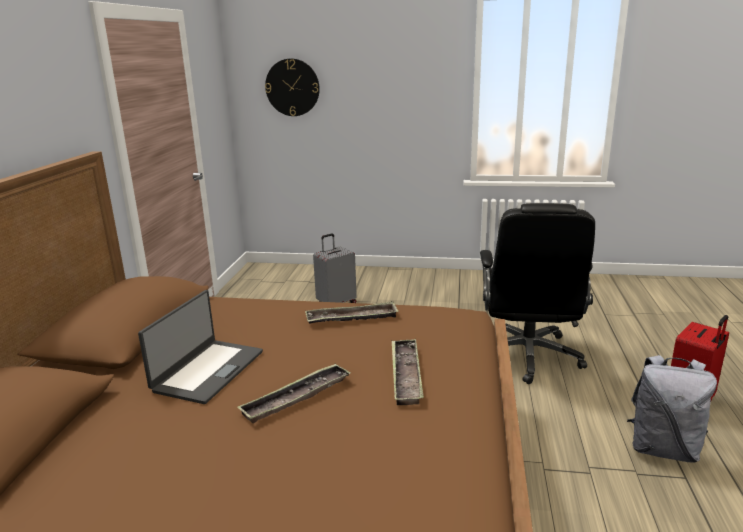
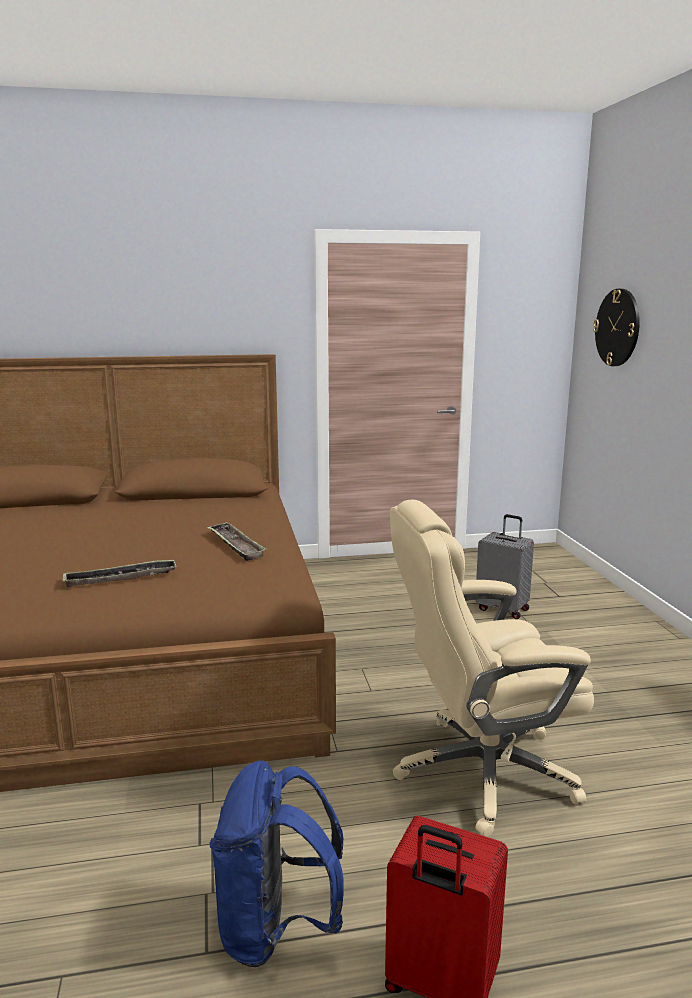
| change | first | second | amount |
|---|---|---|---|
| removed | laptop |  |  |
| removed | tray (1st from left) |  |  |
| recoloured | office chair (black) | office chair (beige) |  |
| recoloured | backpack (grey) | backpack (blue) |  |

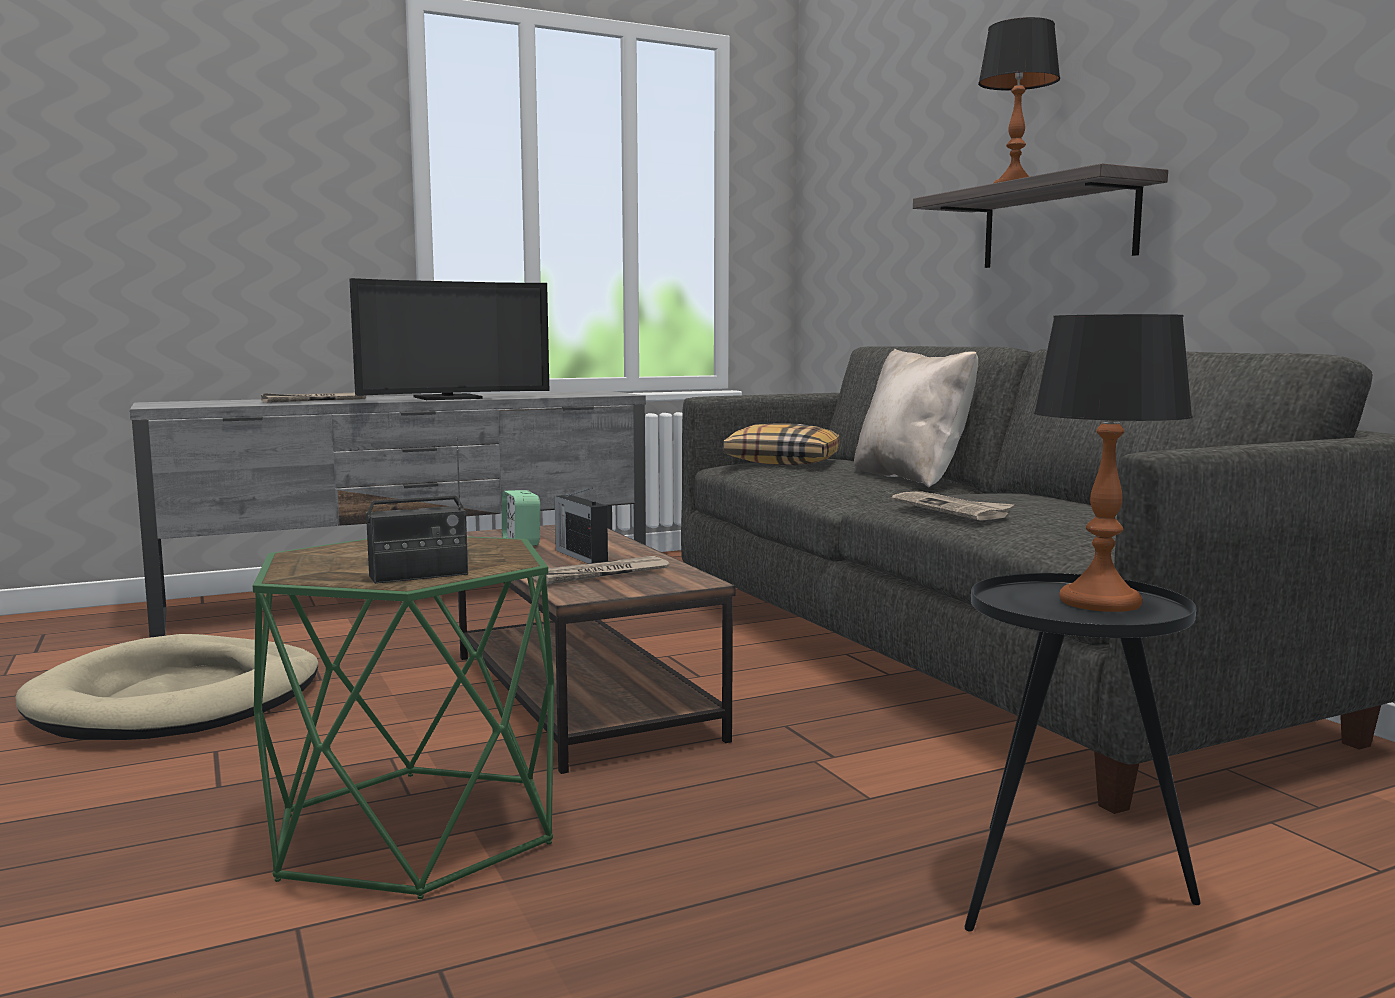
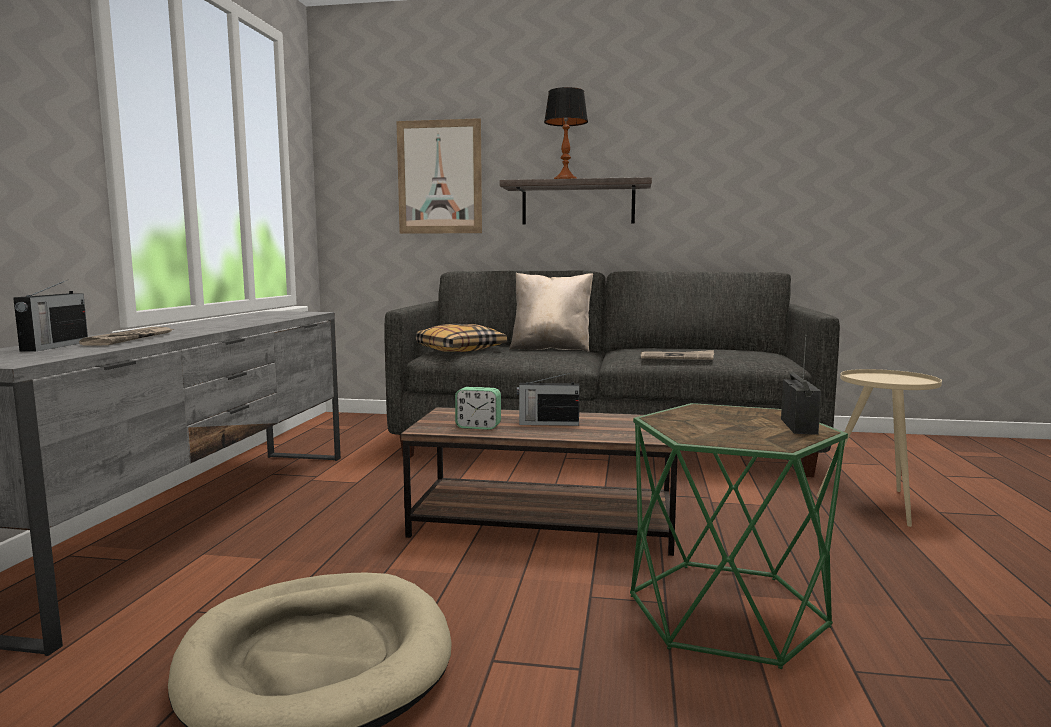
| change | first | second | amount |
|---|---|---|---|
| removed | television |  |  |
| removed | newspaper (2nd from left) |  |  |
| recoloured | side table (black) | side table (beige) |  |
| removed | table lamp (2nd from left) |  |  |
| added |  | radio (1st from left) |  |
| added |  | picture |  |

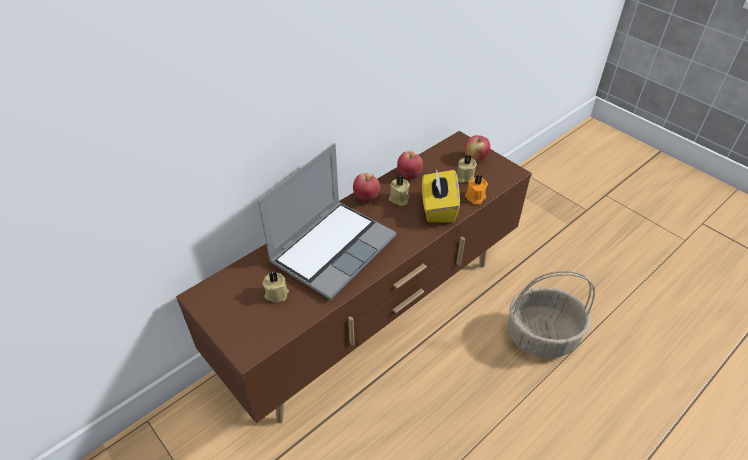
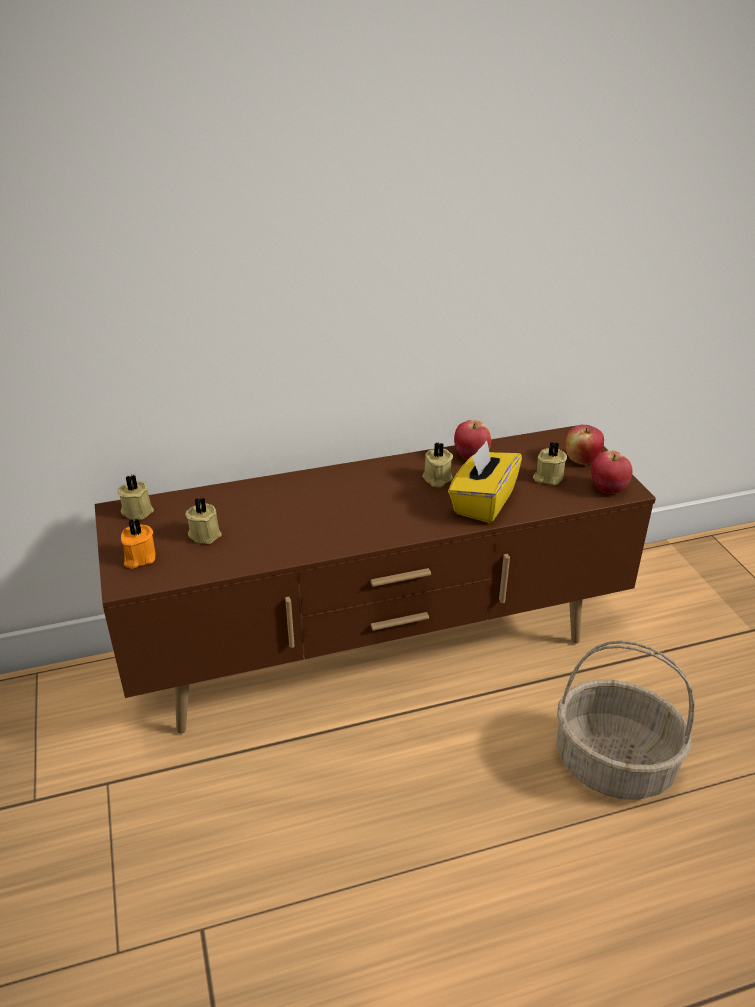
| change | first | second | amount |
|---|---|---|---|
| removed | laptop |  |  |
| moved | apple (1st from left in the first image) | apple (3rd from left) |  |
| moved | candle (orange) |  |  |
| added |  | candle (beige) (1st from left) |  |

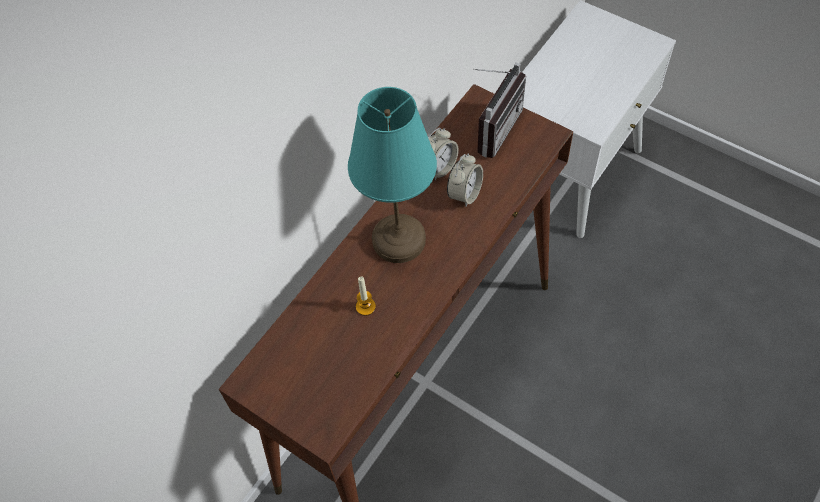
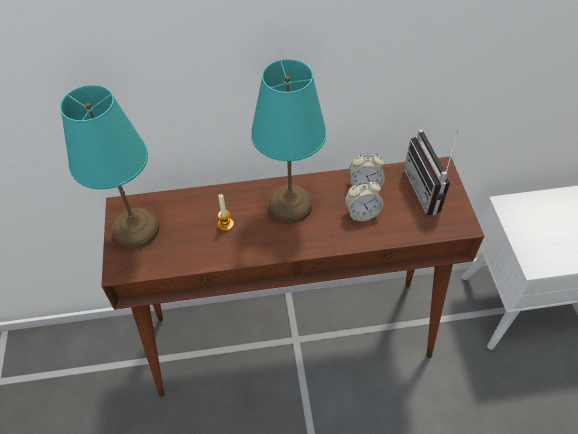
| change | first | second | amount |
|---|---|---|---|
| turned | radio |  | 90 degrees clockwise |
| added |  | table lamp (turquoise) (1st from left) |  |

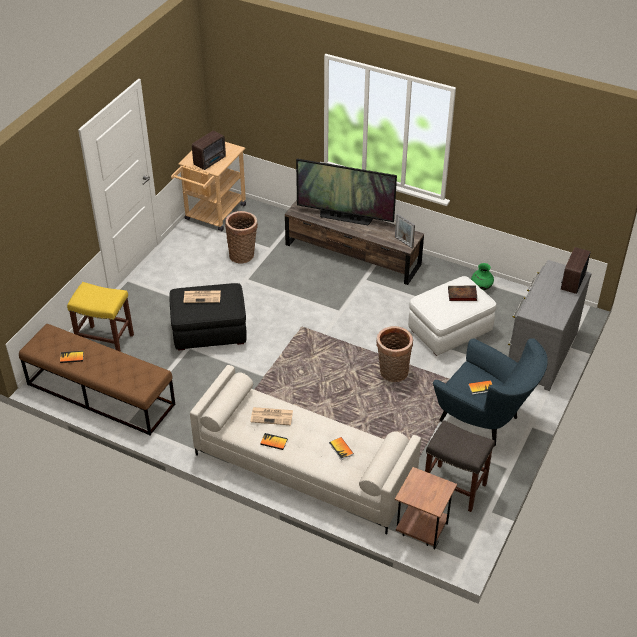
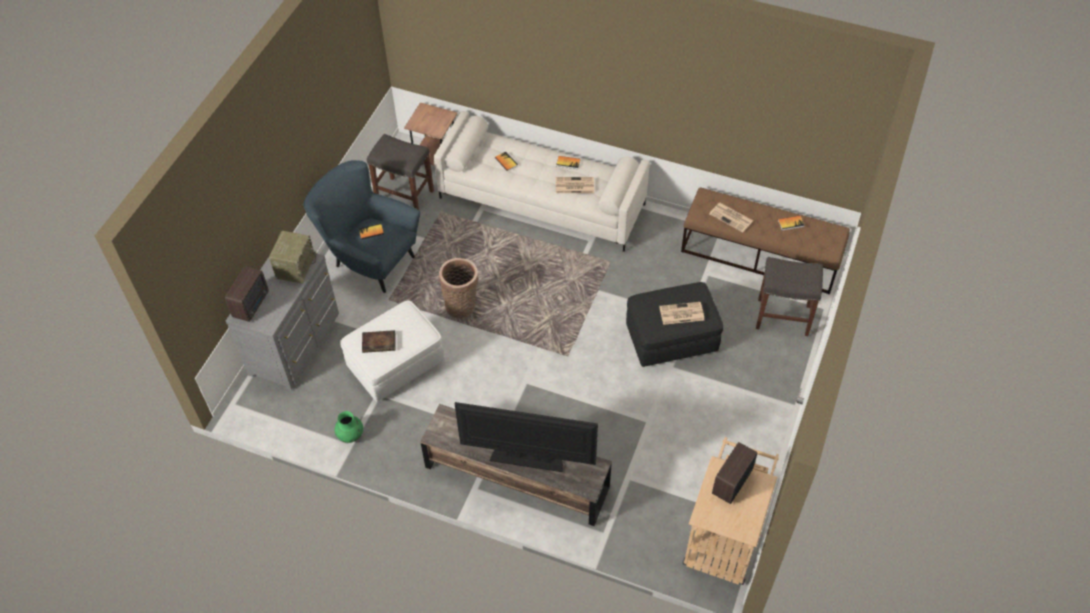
| change | first | second | amount |
|---|---|---|---|
| recoloured | stool (yellow) | stool (grey) (2nd from left) |  |
| removed | basket (1st from left) |  |  |
| removed | picture frame |  |  |
| added |  | radio (2nd from left) |  |
| added |  | newspaper (3rd from left) |  |

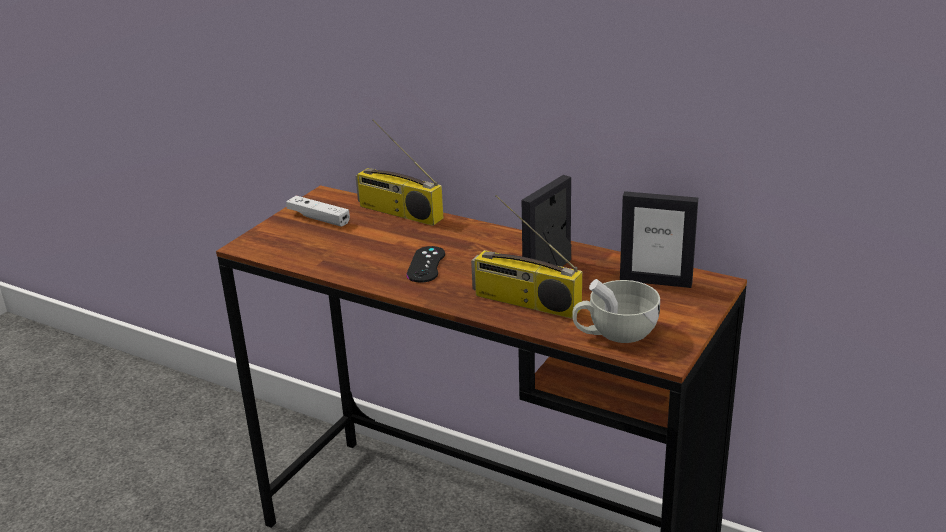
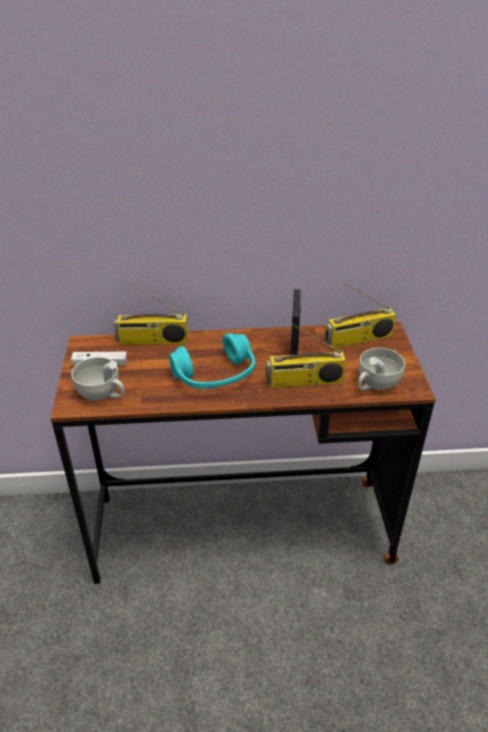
| change | first | second | amount |
|---|---|---|---|
| replaced | game controller (black) | headphones (turquoise) |  |
| replaced | picture frame (2nd from left) | radio (3rd from left) |  |
| added |  | cup (white) (1st from left) |  |

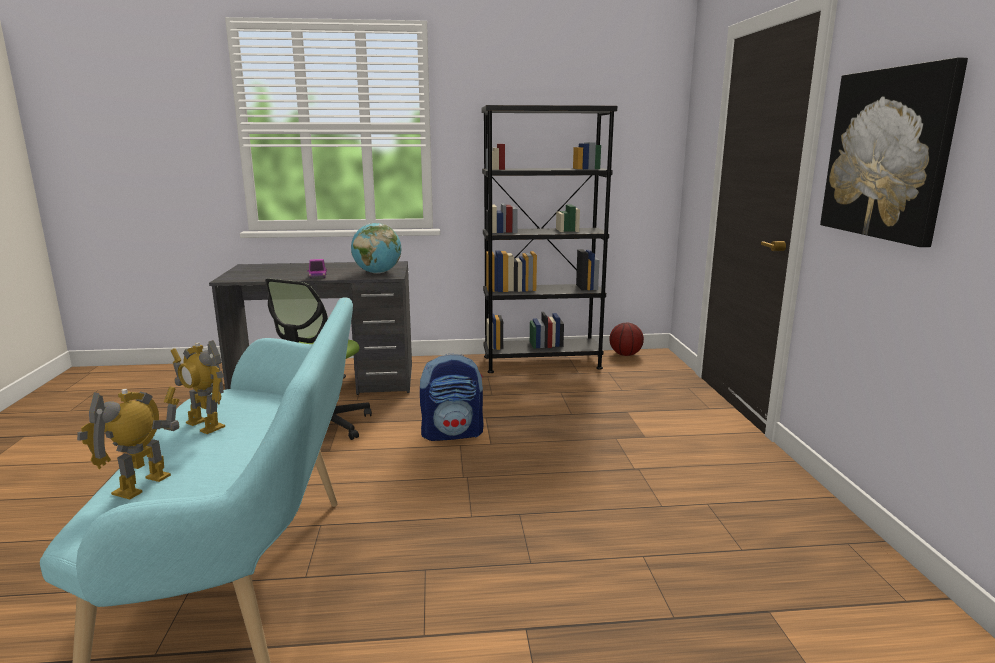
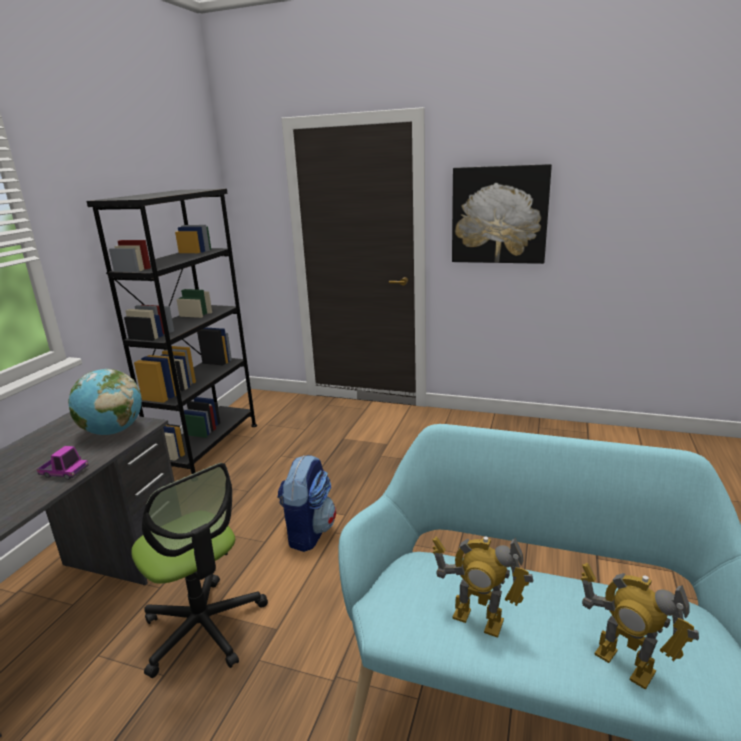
| change | first | second | amount |
|---|---|---|---|
| turned | toy robot (2nd from left in the first image) | toy robot (1st from left) | 60 degrees clockwise |
| removed | basketball |  |  |

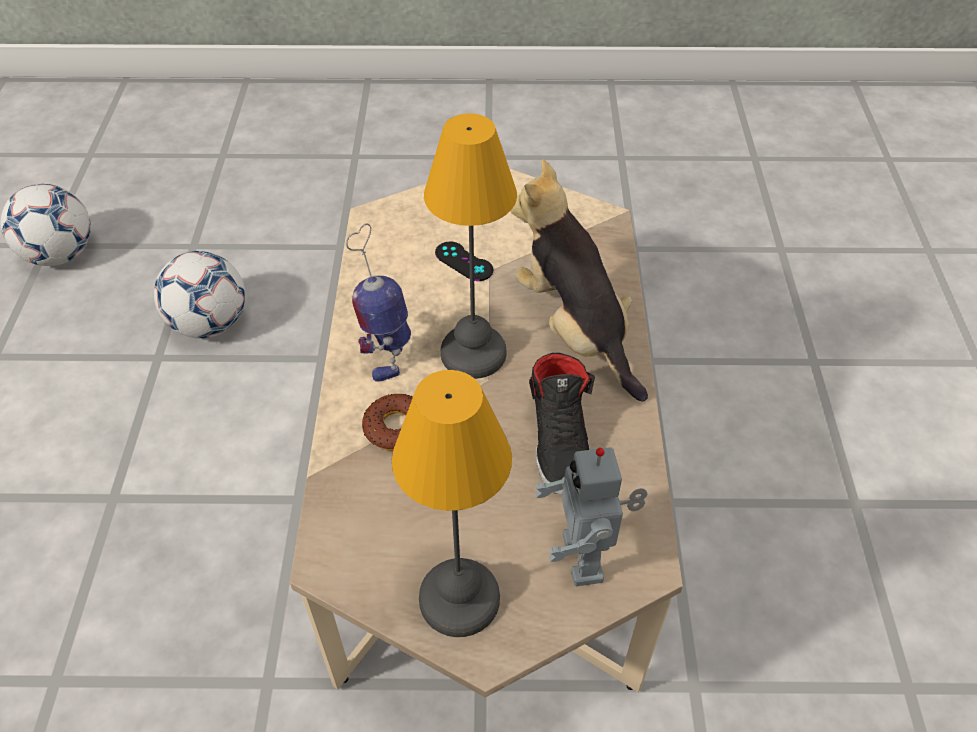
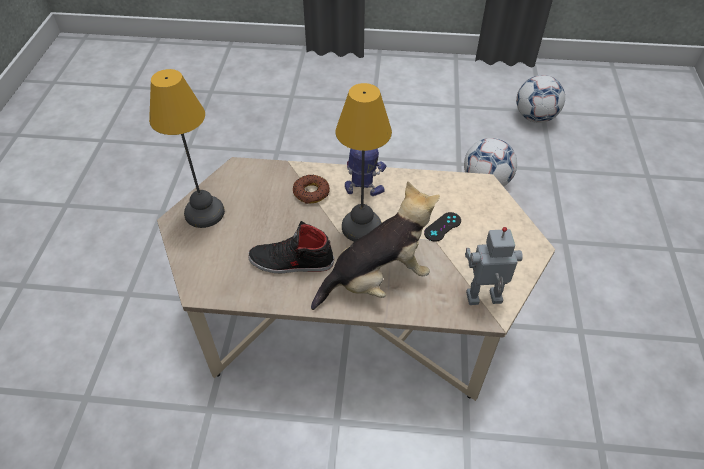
| change | first | second | amount |
|---|---|---|---|
| moved | toy robot (2nd from left) |  |  |

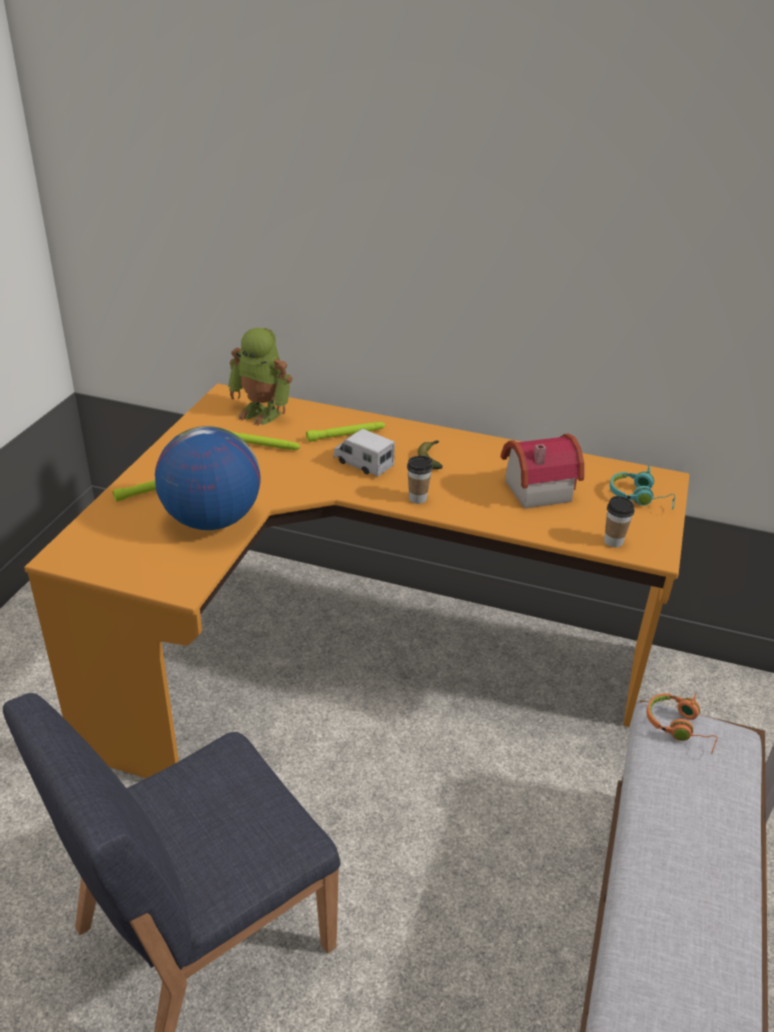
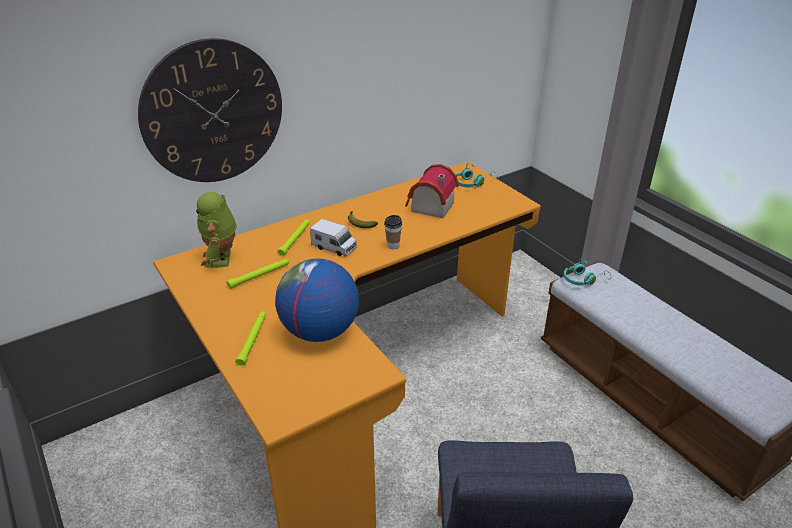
| change | first | second | amount |
|---|---|---|---|
| turned | toy robot |  | 105 degrees clockwise |
| turned | toy truck |  | 135 degrees counterclockwise |
| removed | cup (2nd from left) |  |  |
| recoloured | headphones (orange) | headphones (turquoise) (2nd from left) |  |
| added |  | wall clock |  |

